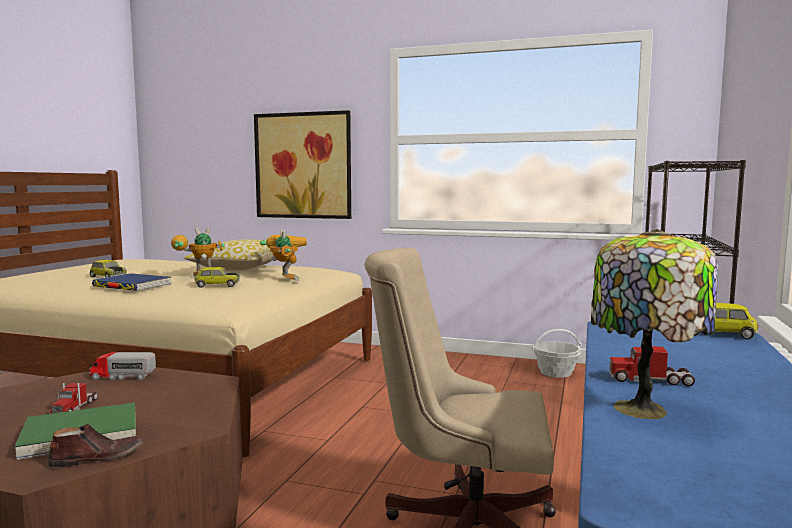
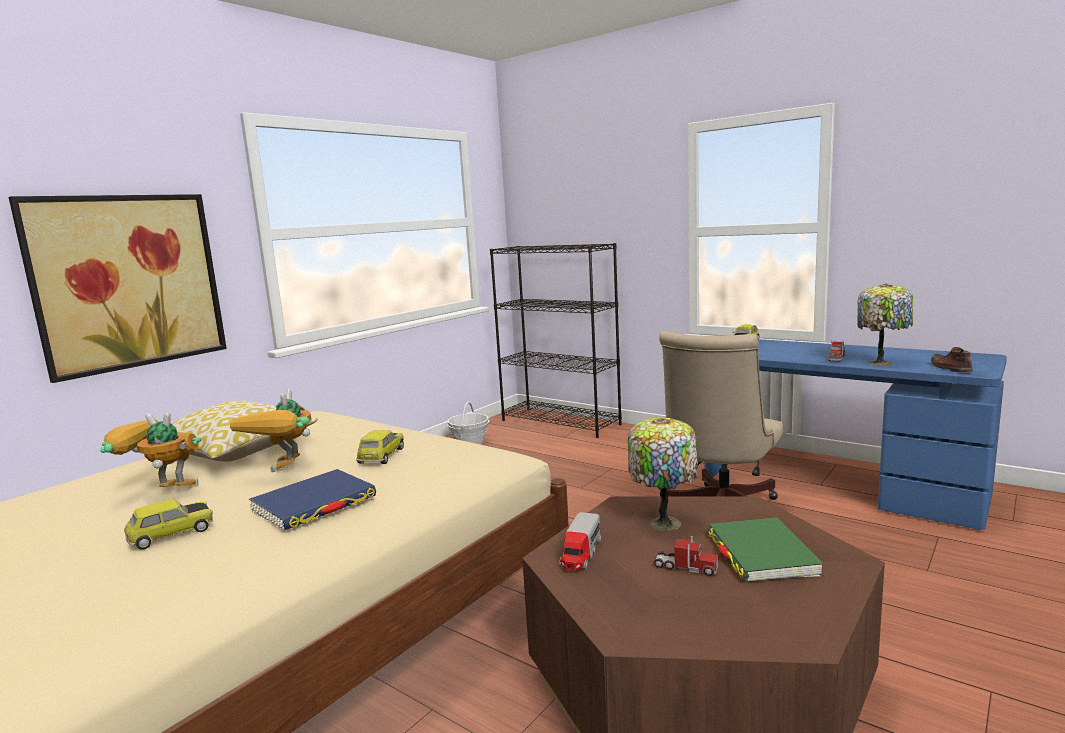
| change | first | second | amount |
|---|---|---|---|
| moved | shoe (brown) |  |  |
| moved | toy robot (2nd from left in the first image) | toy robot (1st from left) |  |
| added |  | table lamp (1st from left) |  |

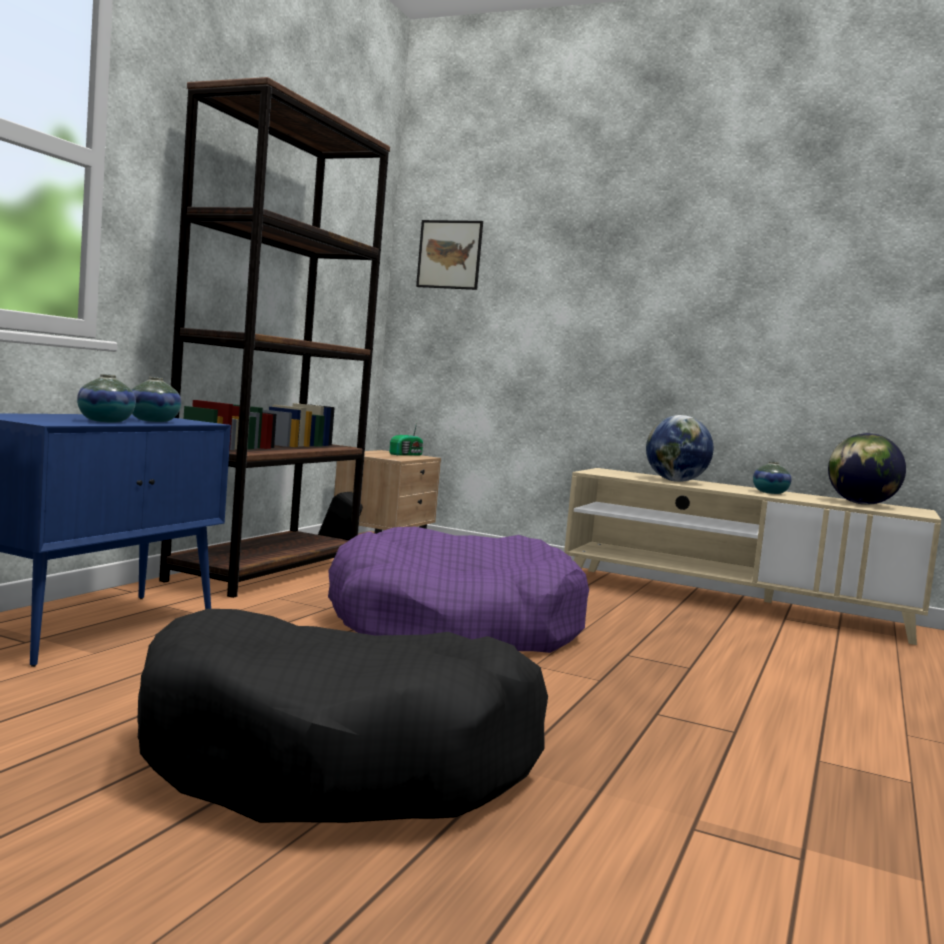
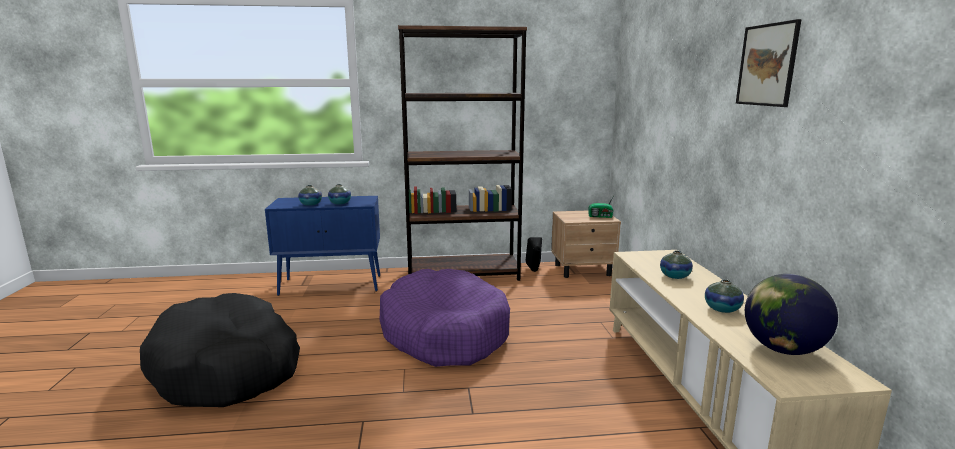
| change | first | second | amount |
|---|---|---|---|
| moved | picture |  |  |
| replaced | globe (1st from left) | vase (3rd from left) |  |

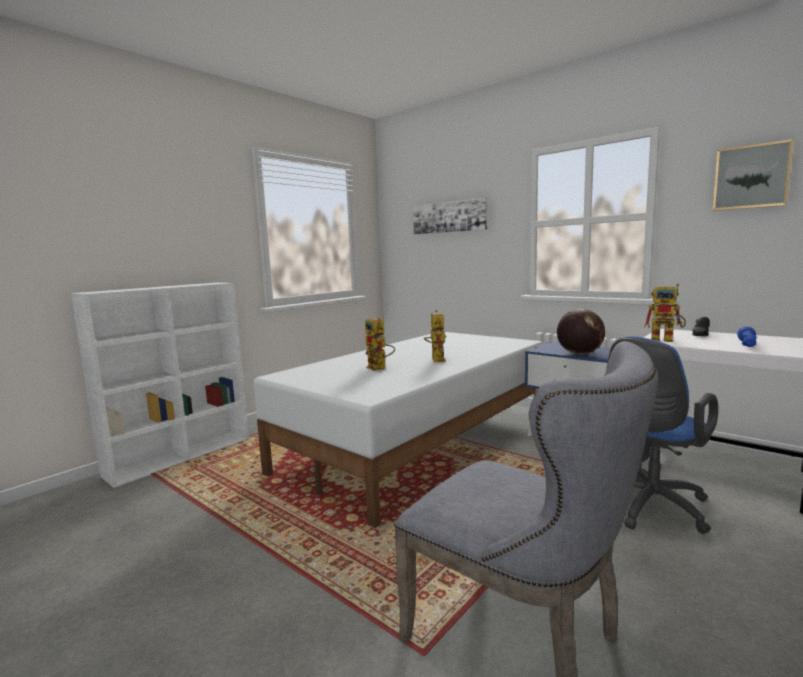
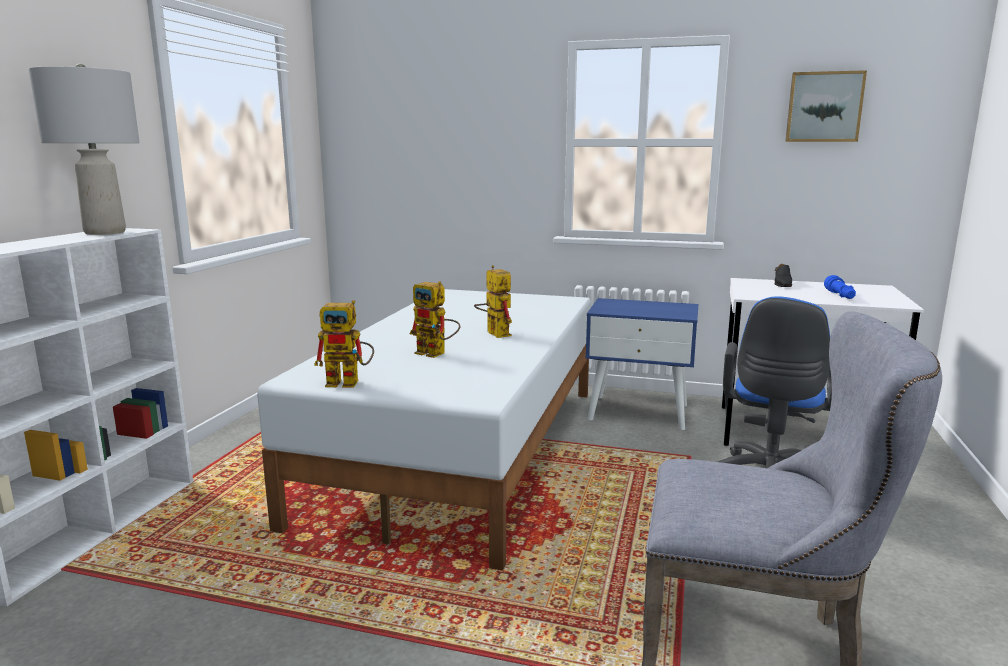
| change | first | second | amount |
|---|---|---|---|
| removed | picture (1st from left) |  |  |
| removed | globe |  |  |
| moved | toy robot (3rd from left in the first image) | toy robot (1st from left) |  |
| added |  | table lamp (grey) |  |

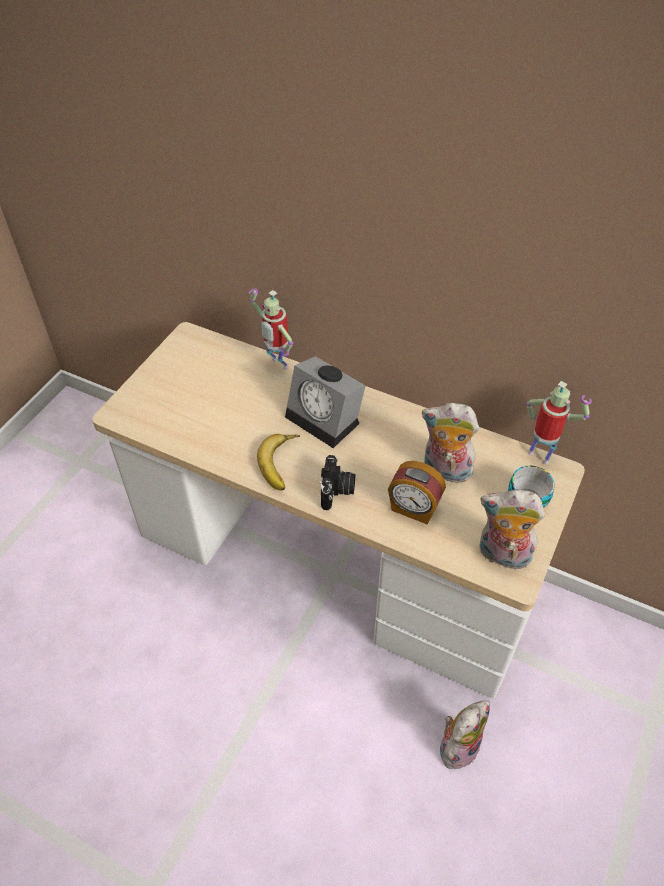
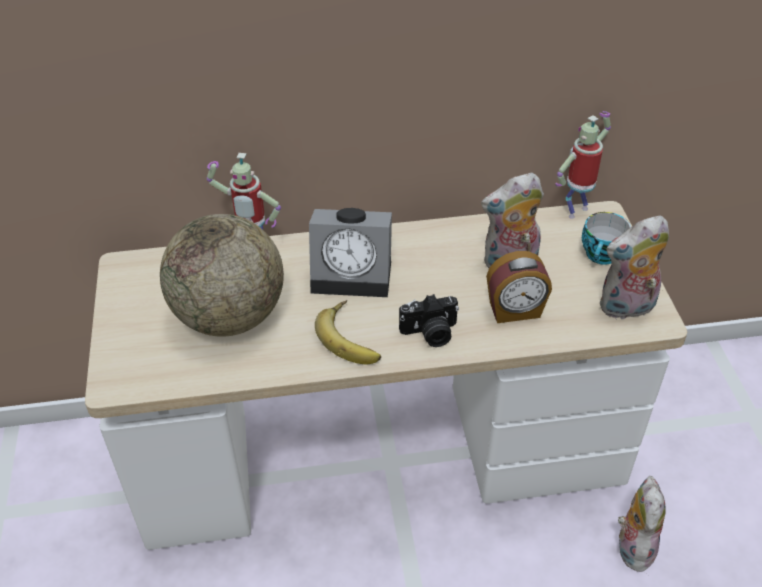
| change | first | second | amount |
|---|---|---|---|
| turned | photo camera |  | 105 degrees clockwise |
| turned | toy robot (2nd from left) |  | 45 degrees counterclockwise |
| added |  | globe |  |

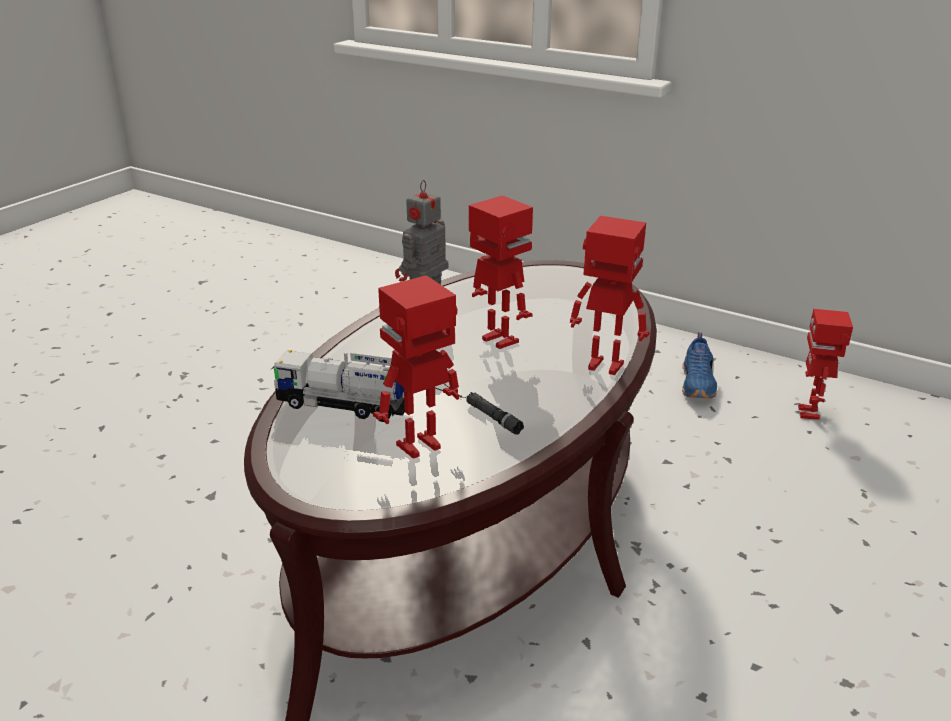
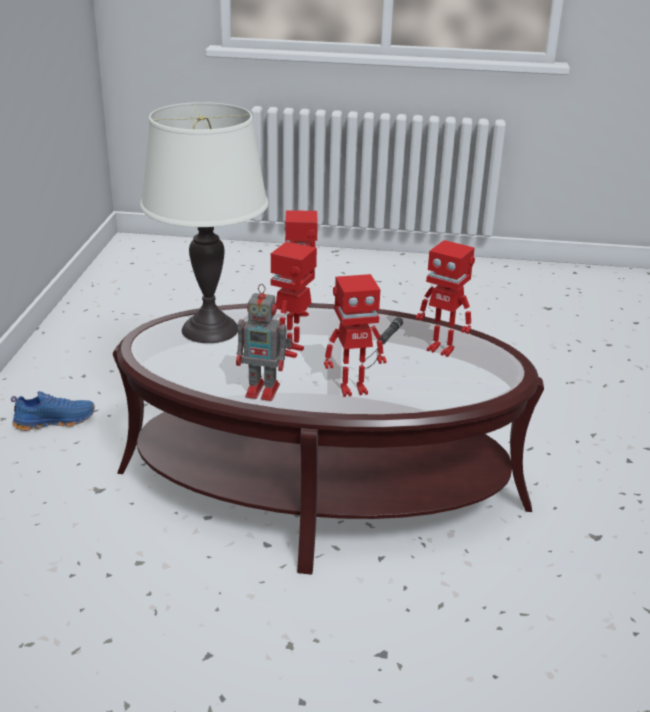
| change | first | second | amount |
|---|---|---|---|
| removed | toy truck |  |  |
| moved | toy robot (5th from left in the first image) | toy robot (4th from left) |  |
| added |  | table lamp (white) |  |

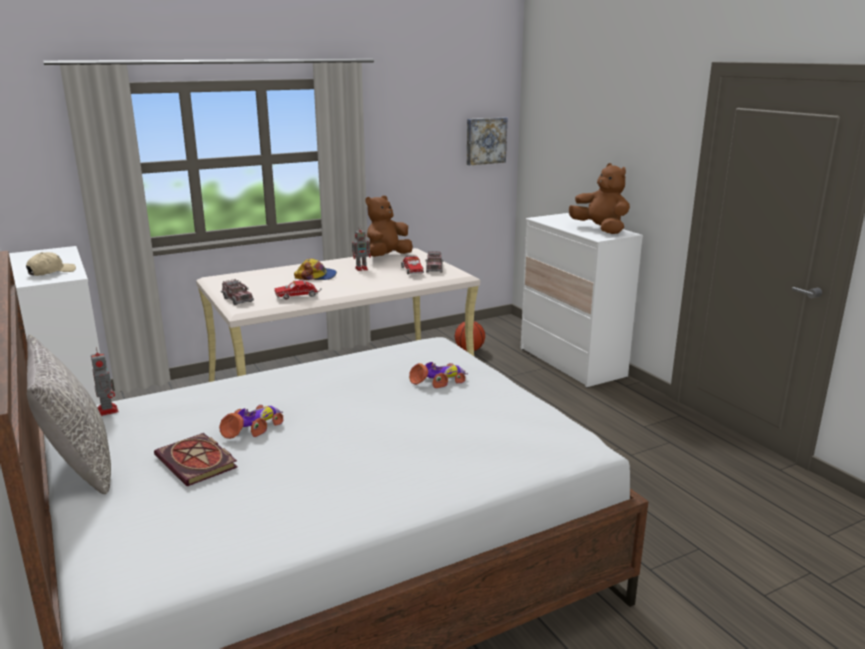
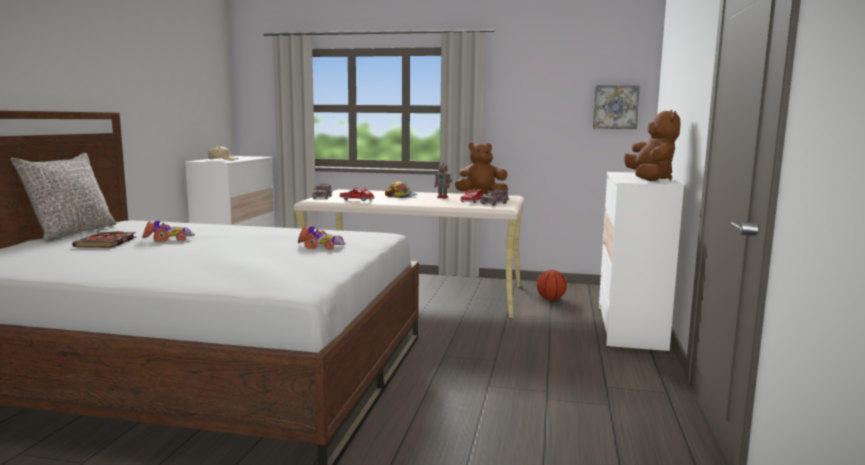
| change | first | second | amount |
|---|---|---|---|
| removed | toy robot (1st from left) |  |  |

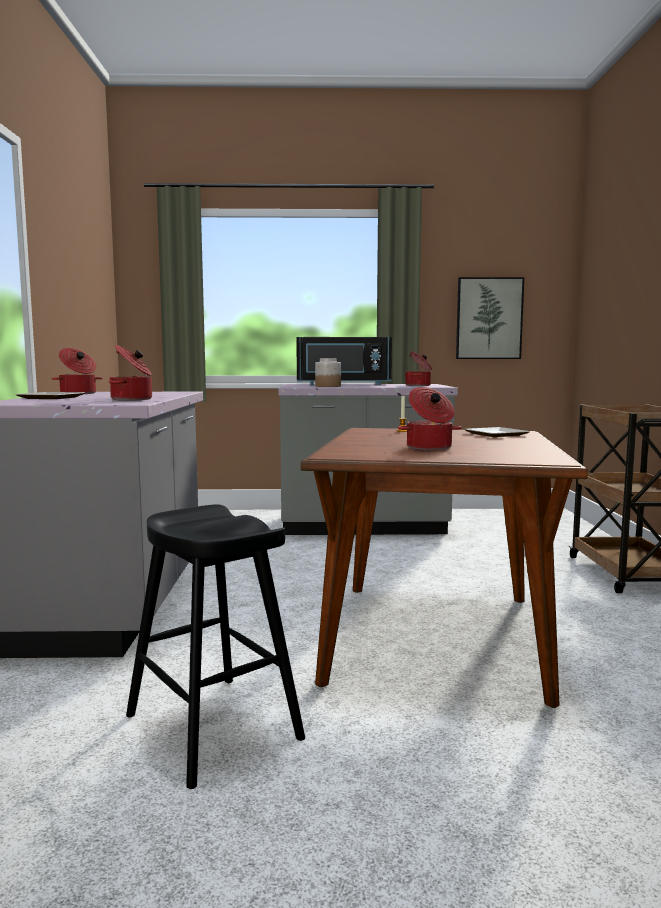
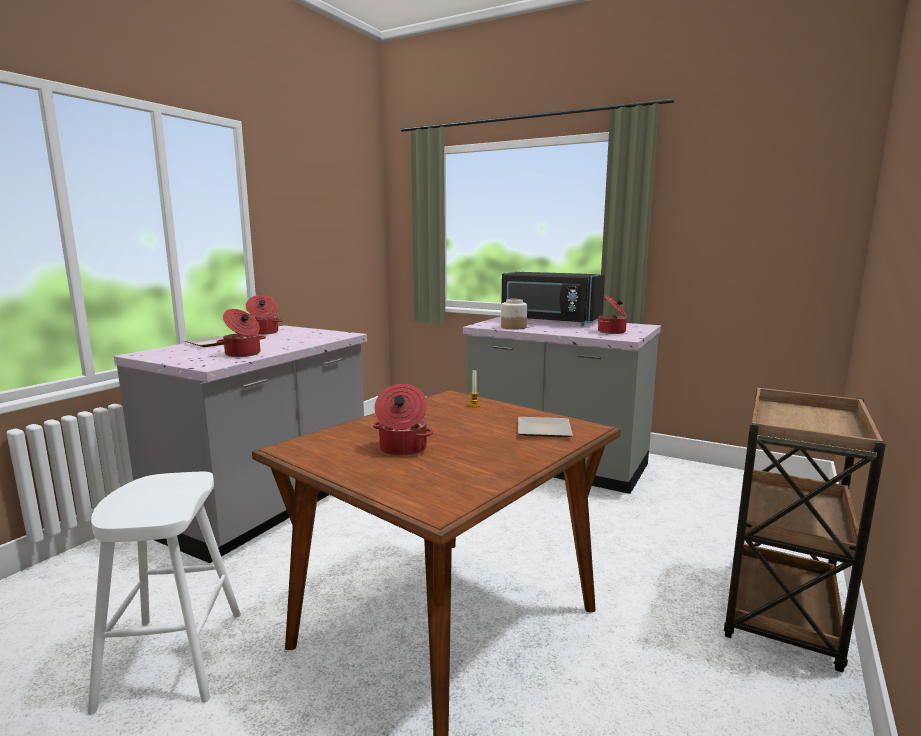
| change | first | second | amount |
|---|---|---|---|
| recoloured | stool (black) | stool (white) |  |
| removed | picture |  |  |

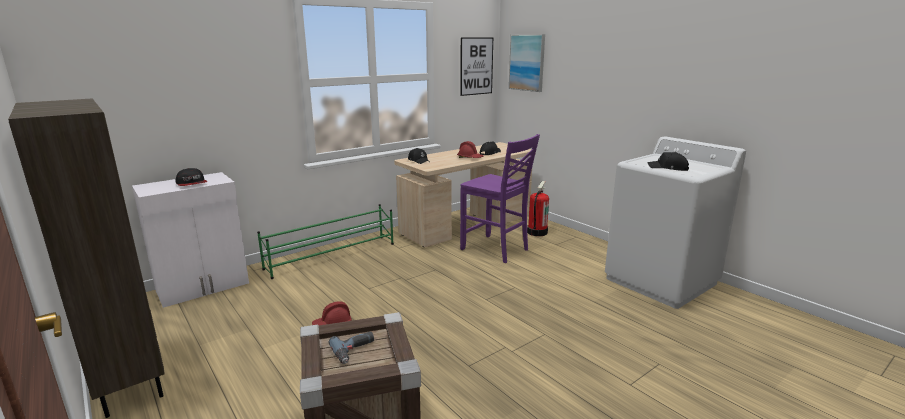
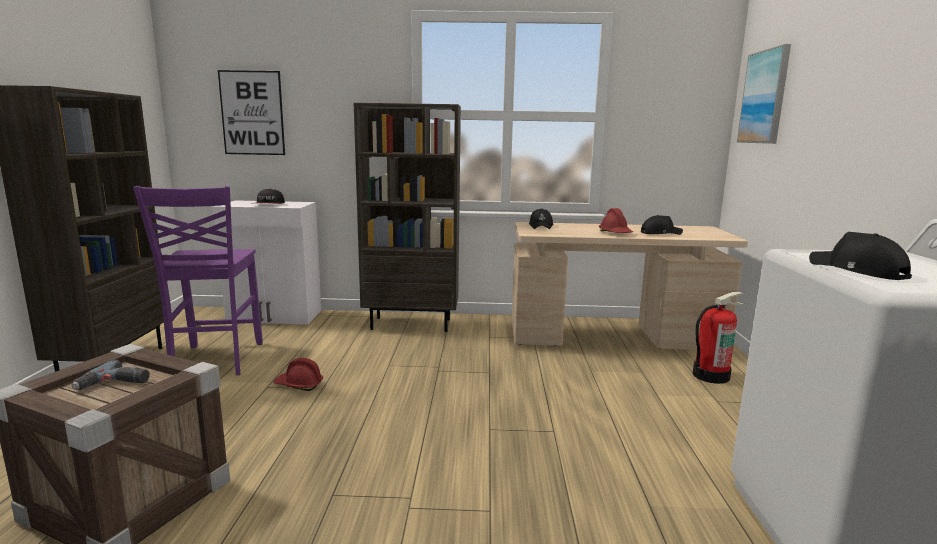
| change | first | second | amount |
|---|---|---|---|
| replaced | shoe rack (green) | bookcase (brown) (2nd from left) |  |
| moved | picture (1st from left) |  |  |
| moved | chair (purple) |  |  |

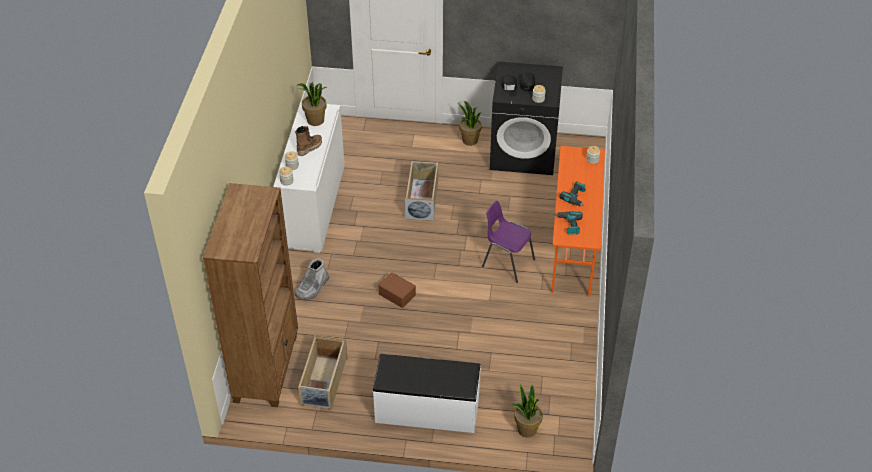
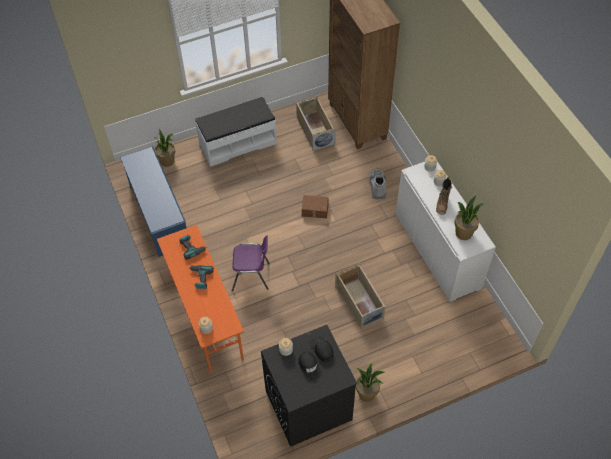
| change | first | second | amount |
|---|---|---|---|
| added |  | shoe rack (blue) |  |

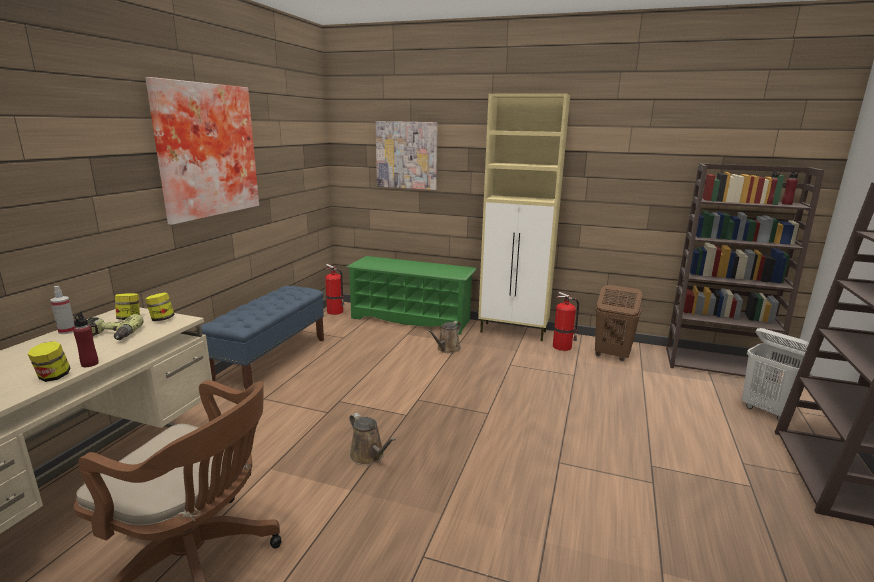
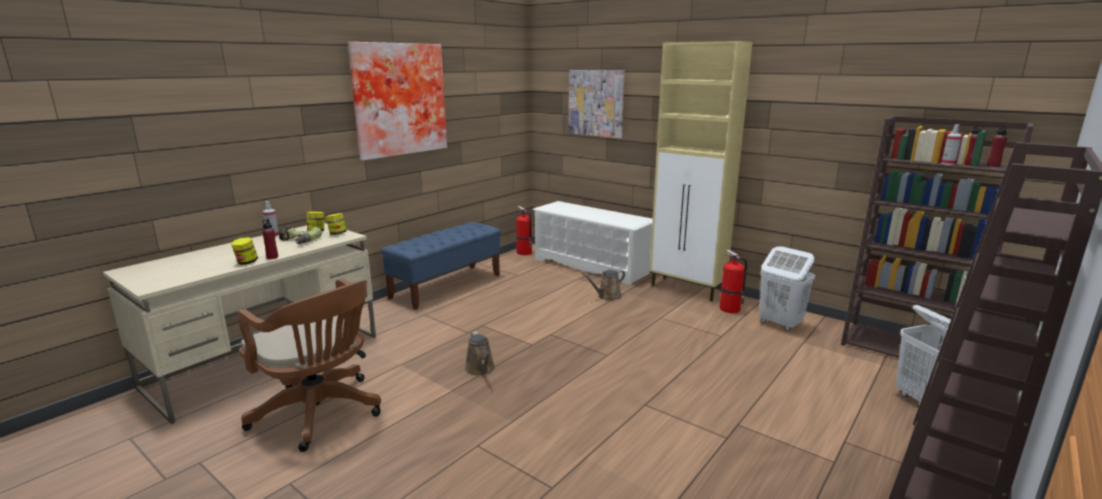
| change | first | second | amount |
|---|---|---|---|
| recoloured | shoe rack (green) | shoe rack (white) |  |
| recoloured | laundry basket (brown) | laundry basket (white) (1st from left) |  |
| added |  | spray bottle (2nd from left) |  |

